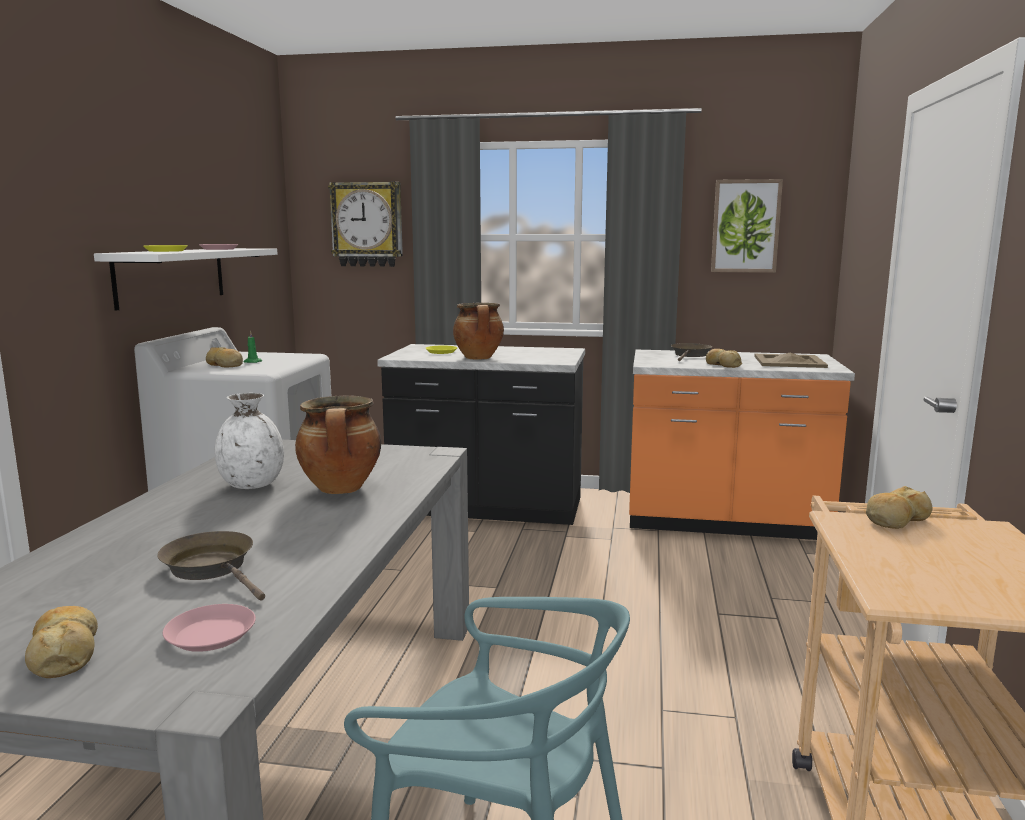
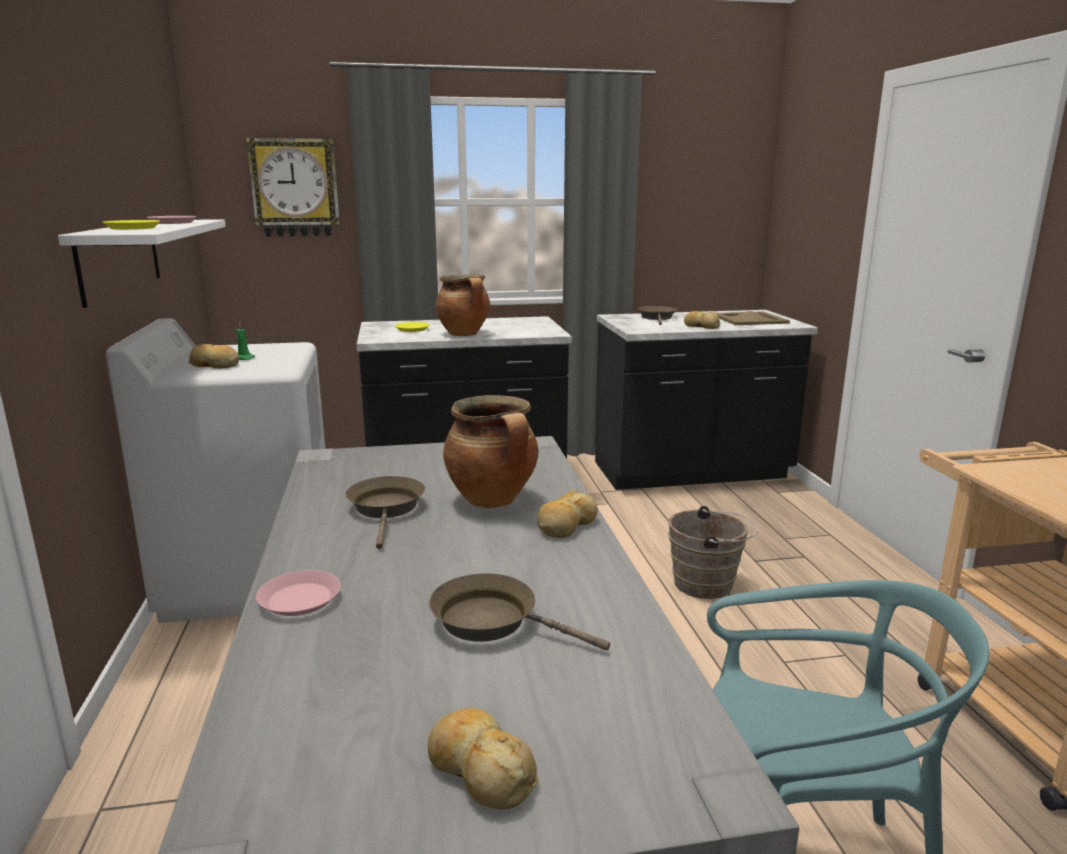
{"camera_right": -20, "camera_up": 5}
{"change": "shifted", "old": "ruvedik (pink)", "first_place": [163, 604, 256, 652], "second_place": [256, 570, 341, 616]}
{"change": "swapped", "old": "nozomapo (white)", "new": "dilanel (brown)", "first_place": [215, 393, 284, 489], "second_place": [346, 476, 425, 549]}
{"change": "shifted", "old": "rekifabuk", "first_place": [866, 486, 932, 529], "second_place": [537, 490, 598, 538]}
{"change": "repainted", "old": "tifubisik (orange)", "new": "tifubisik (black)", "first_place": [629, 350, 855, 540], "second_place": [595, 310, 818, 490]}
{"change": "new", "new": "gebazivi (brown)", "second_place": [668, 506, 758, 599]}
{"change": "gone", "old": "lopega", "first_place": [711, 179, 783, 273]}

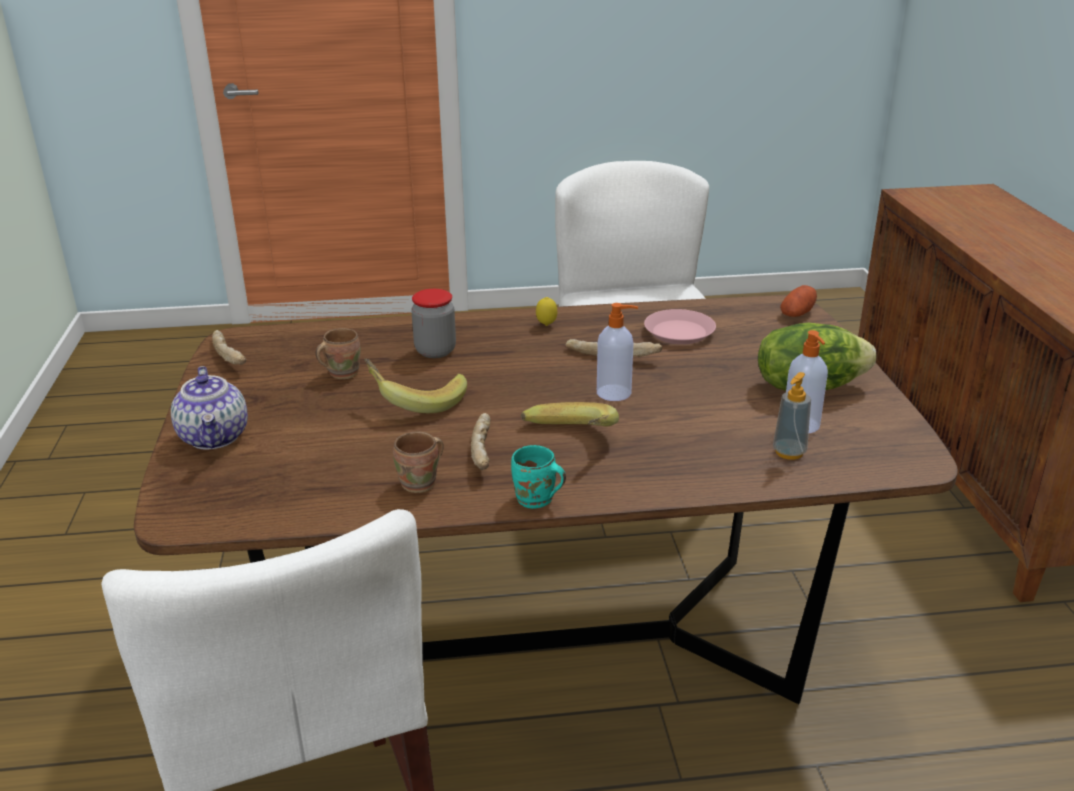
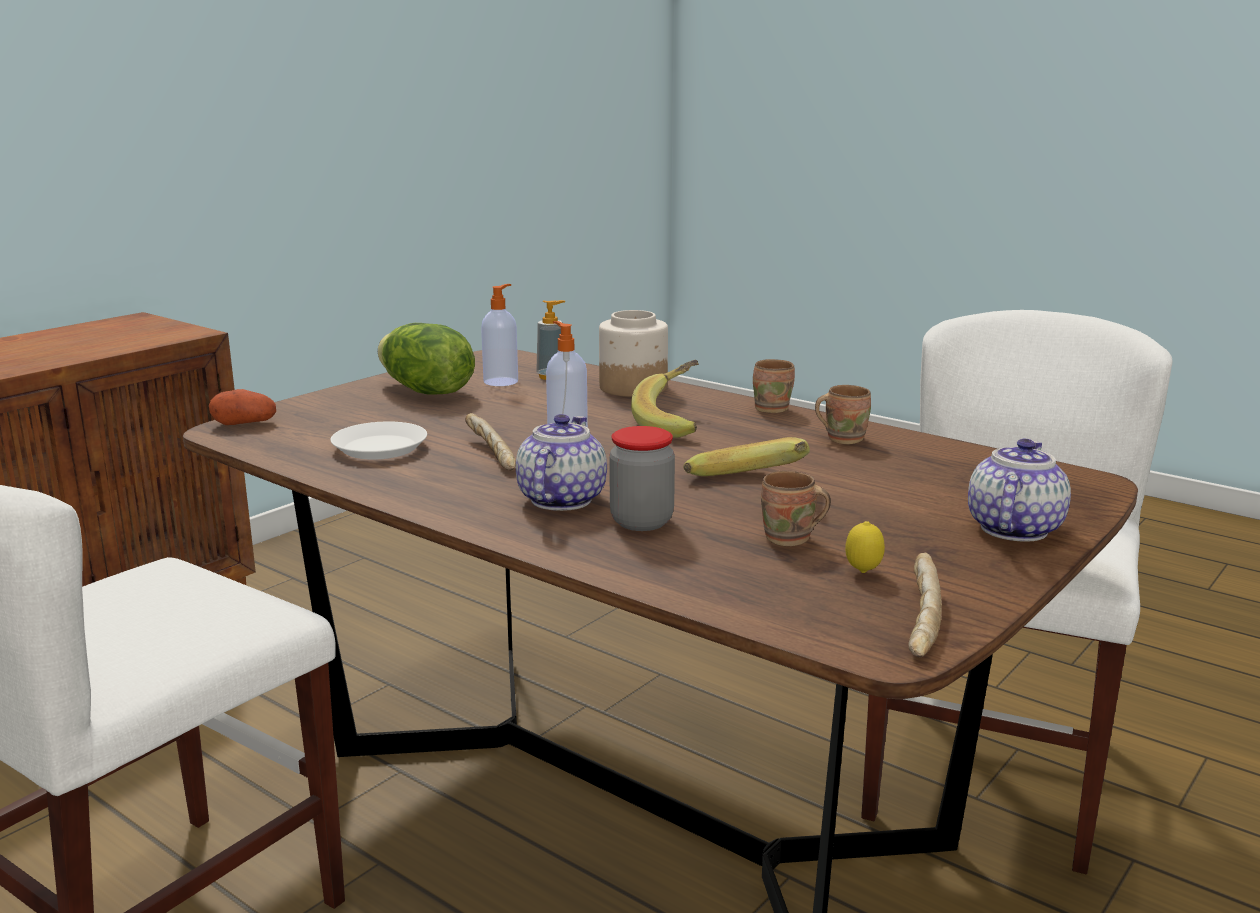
{"camera_right": -135, "camera_up": -10}
{"change": "repainted", "old": "ruvedik (pink)", "new": "ruvedik (white)", "first_place": [644, 309, 716, 344], "second_place": [330, 422, 427, 460]}
{"change": "new", "new": "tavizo", "second_place": [516, 414, 607, 511]}
{"change": "new", "new": "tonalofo", "second_place": [599, 310, 668, 397]}
{"change": "repainted", "old": "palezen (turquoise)", "new": "palezen (brown)", "first_place": [511, 445, 566, 509], "second_place": [753, 359, 795, 413]}
{"change": "shifted", "old": "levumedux", "first_place": [536, 297, 557, 326], "second_place": [845, 521, 885, 573]}
{"change": "gone", "old": "rekifabuk", "first_place": [471, 413, 491, 470]}

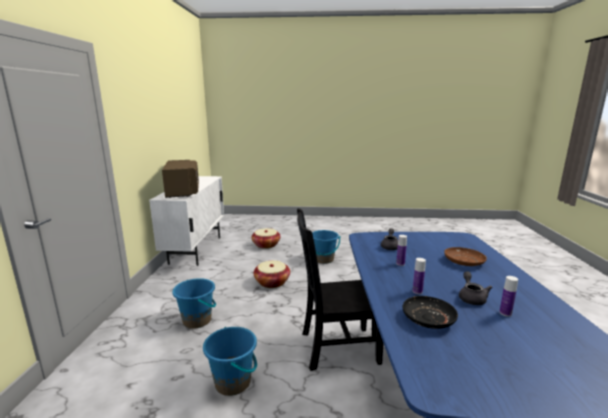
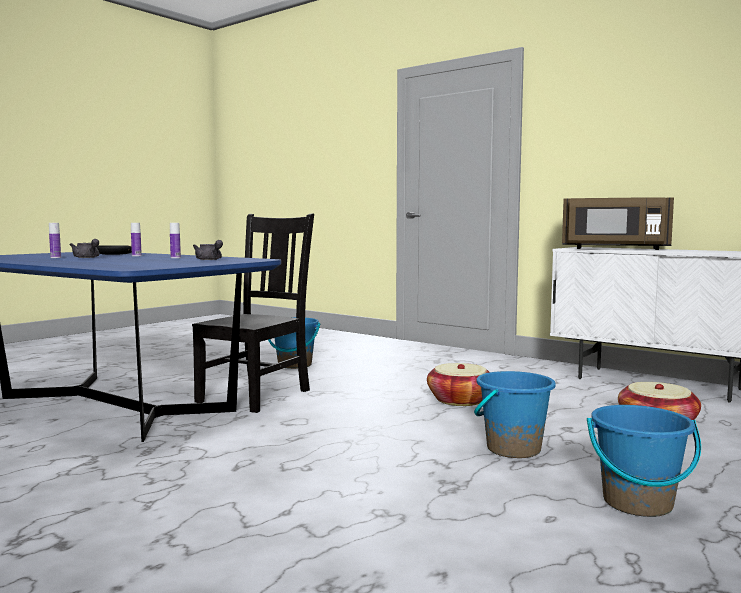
{"camera_right": 125, "camera_up": -10}
{"change": "shifted", "old": "gebazivi (blue)", "first_place": [172, 278, 216, 329], "second_place": [587, 405, 701, 517]}
{"change": "gone", "old": "ruvedik (brown)", "first_place": [444, 247, 487, 266]}

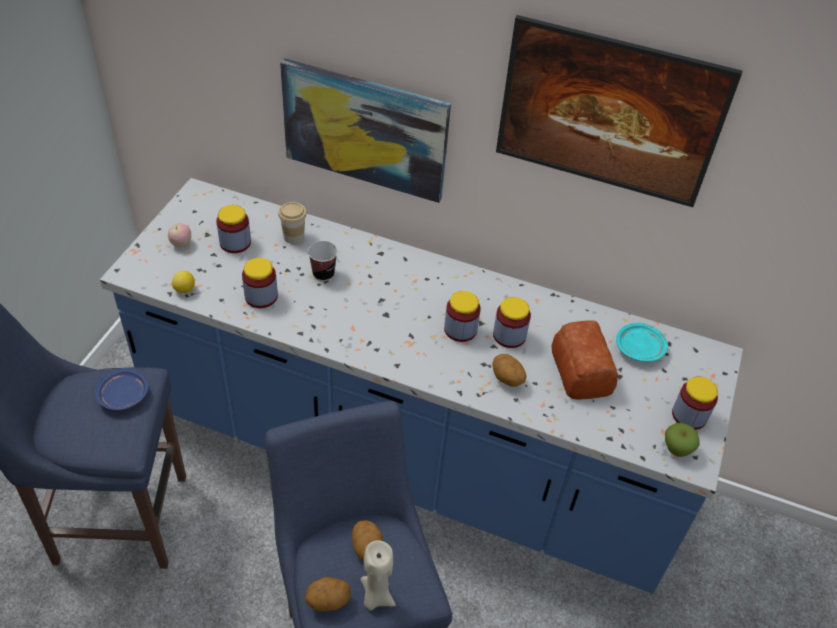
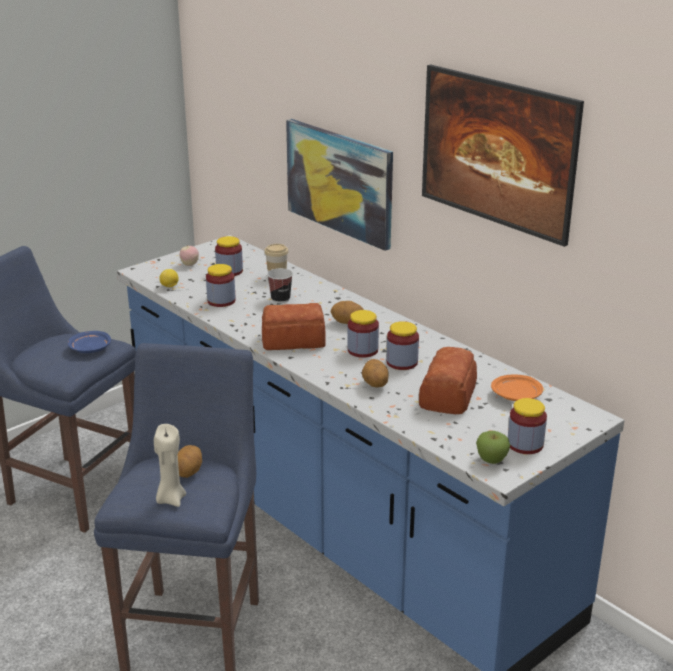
{"camera_right": 30, "camera_up": -20}
{"change": "new", "new": "rekifabuk", "second_place": [262, 303, 326, 350]}
{"change": "shifted", "old": "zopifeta", "first_place": [305, 577, 351, 611], "second_place": [331, 301, 364, 324]}
{"change": "repainted", "old": "ruvedik (turquoise)", "new": "ruvedik (orange)", "first_place": [616, 323, 668, 362], "second_place": [491, 374, 543, 401]}

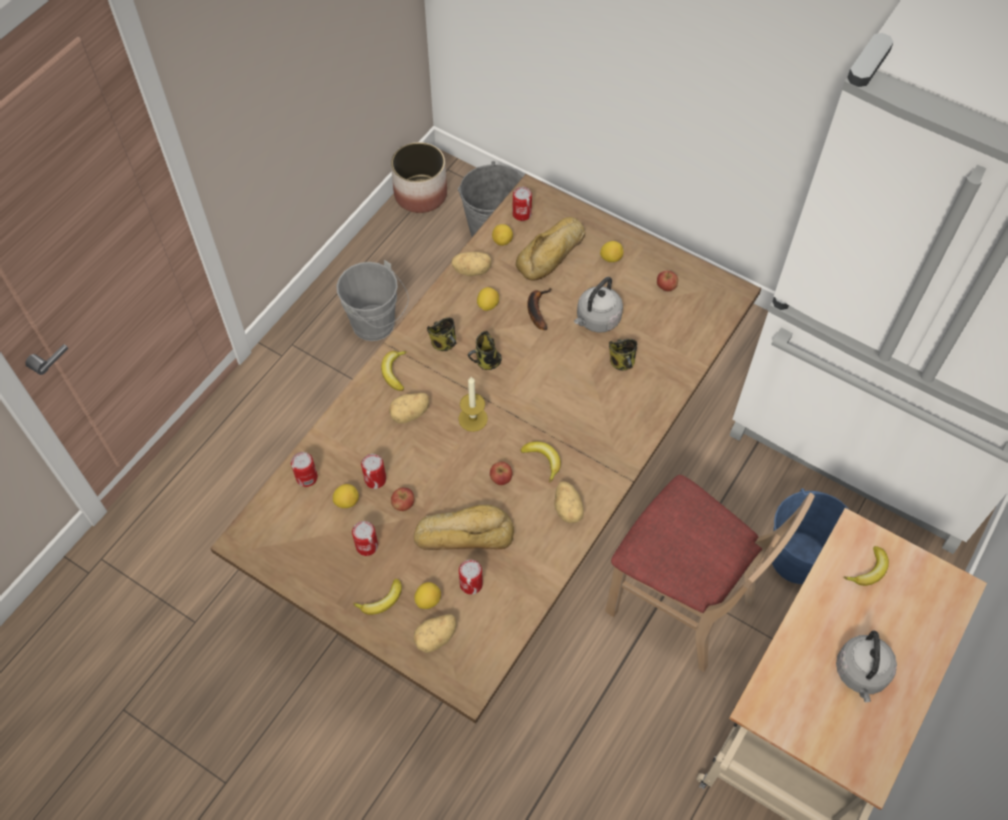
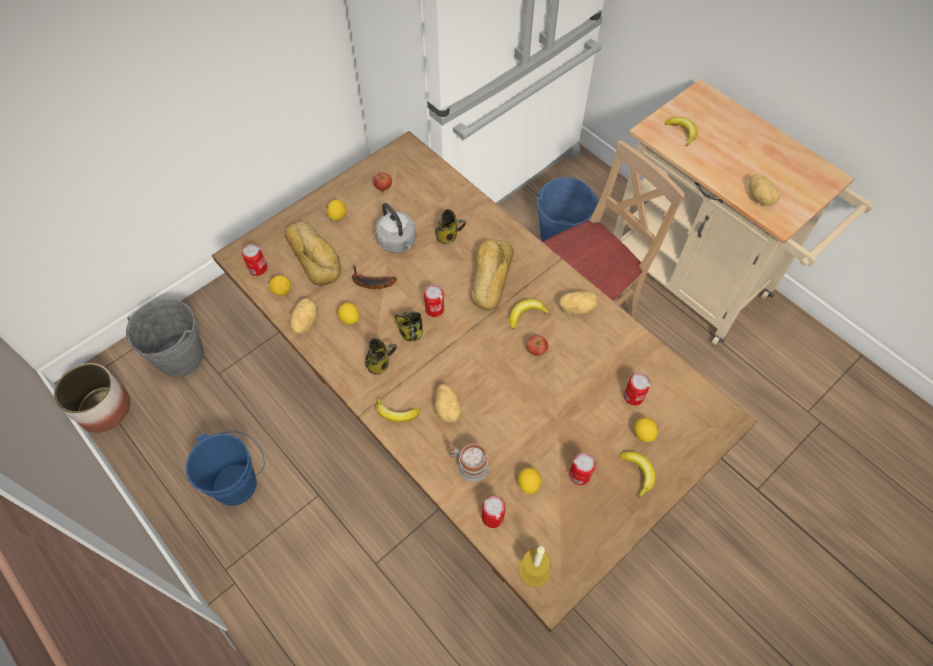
{"camera_right": -75, "camera_up": 0}
{"change": "repainted", "old": "gebazivi (grey)", "new": "gebazivi (blue)", "first_place": [336, 260, 409, 341], "second_place": [186, 431, 265, 506]}
{"change": "shifted", "old": "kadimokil", "first_place": [361, 454, 386, 489], "second_place": [424, 285, 444, 317]}
{"change": "new", "new": "palezen", "second_place": [449, 443, 489, 482]}
{"change": "shifted", "old": "rekifabuk", "first_place": [414, 505, 514, 550], "second_place": [471, 239, 514, 311]}
{"change": "shifted", "old": "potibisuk", "first_place": [458, 377, 488, 432], "second_place": [519, 546, 551, 587]}
{"change": "shifted", "old": "zopifeta", "first_place": [414, 614, 457, 653], "second_place": [749, 174, 780, 206]}
{"change": "gone", "old": "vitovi", "first_place": [391, 488, 414, 511]}
{"change": "gone", "old": "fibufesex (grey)", "first_place": [836, 631, 897, 702]}

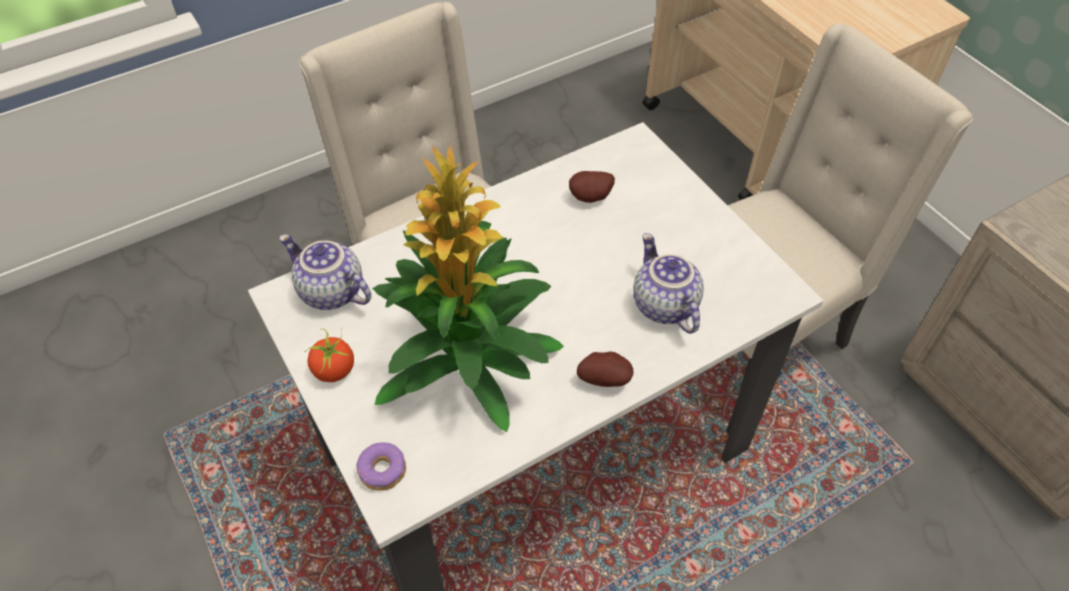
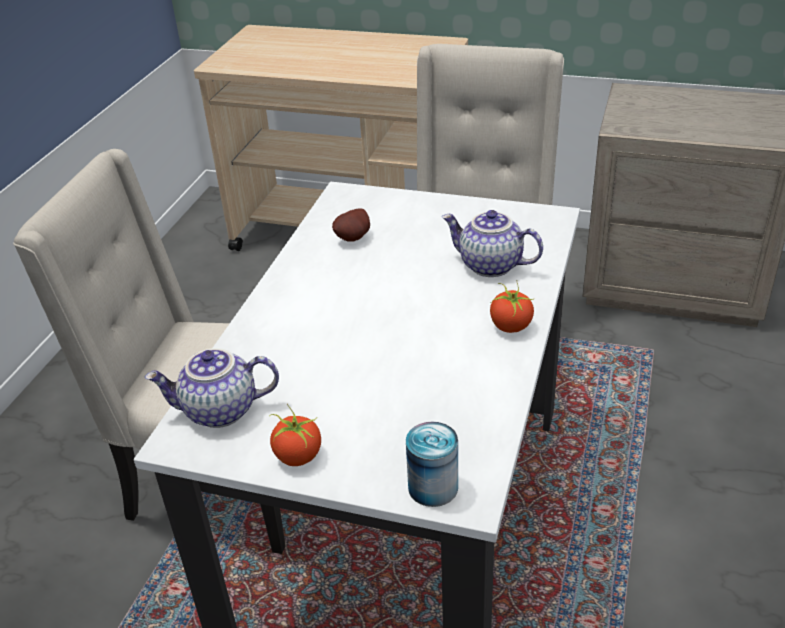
{"camera_right": -40, "camera_up": -15}
{"change": "swapped", "old": "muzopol", "new": "kadimokil", "first_place": [357, 442, 406, 491], "second_place": [406, 421, 458, 507]}
{"change": "swapped", "old": "zopifeta", "new": "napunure", "first_place": [577, 352, 634, 387], "second_place": [490, 283, 535, 333]}
{"change": "gone", "old": "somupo", "first_place": [372, 145, 564, 432]}

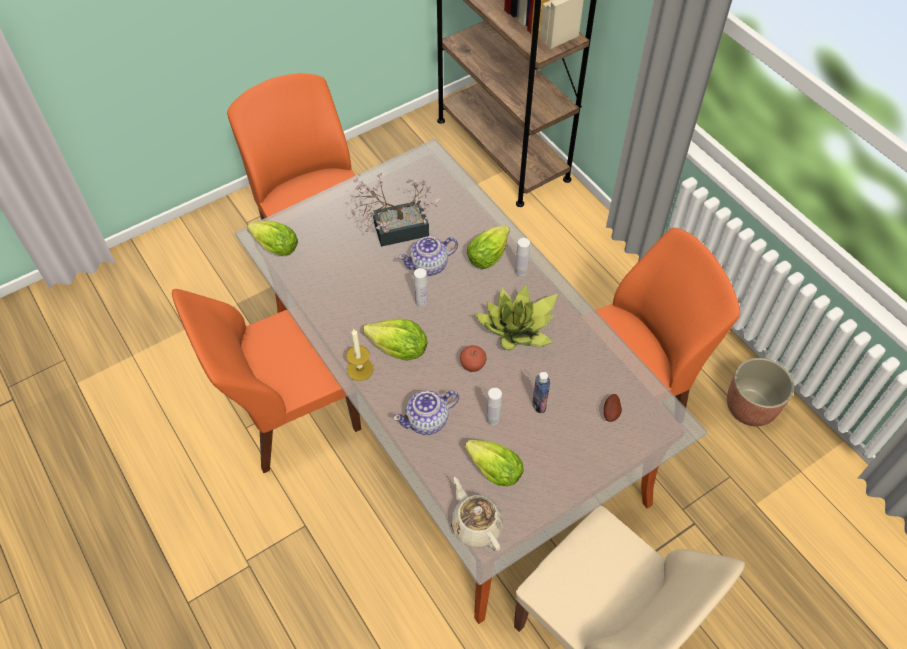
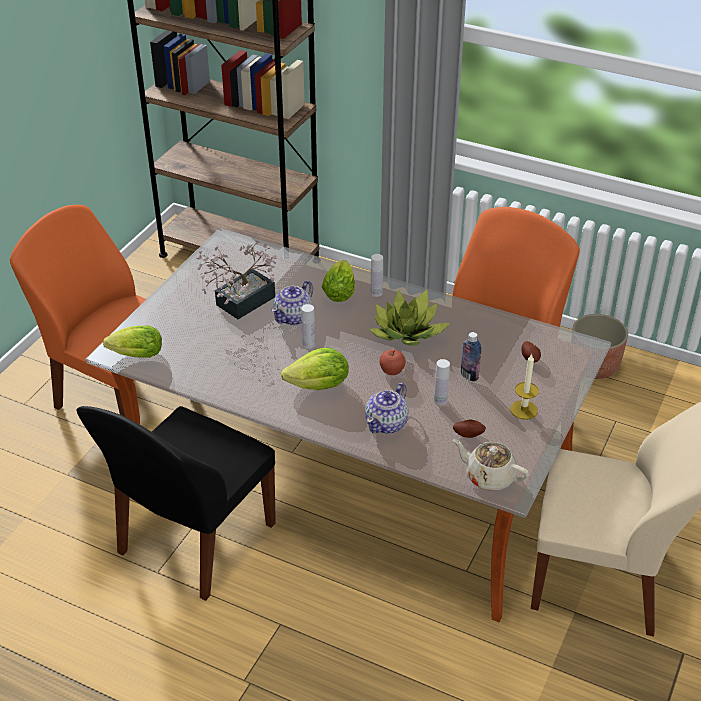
{"camera_right": -30, "camera_up": -15}
{"change": "repainted", "old": "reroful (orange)", "new": "reroful (black)", "first_place": [172, 289, 361, 473], "second_place": [77, 406, 276, 601]}
{"change": "swapped", "old": "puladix", "new": "zopifeta", "first_place": [464, 440, 523, 486], "second_place": [453, 419, 486, 438]}
{"change": "shifted", "old": "potibisuk", "first_place": [346, 328, 374, 381], "second_place": [510, 354, 539, 420]}

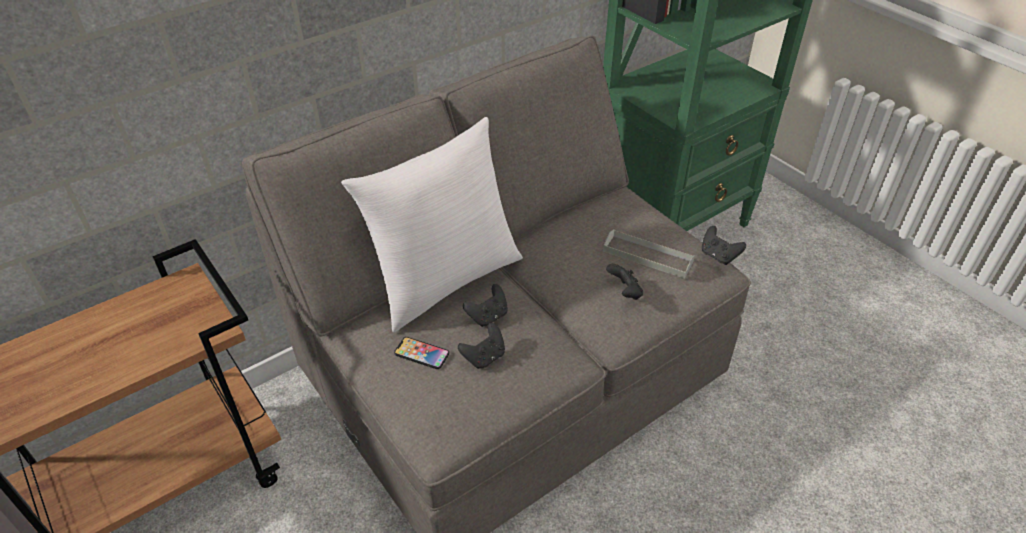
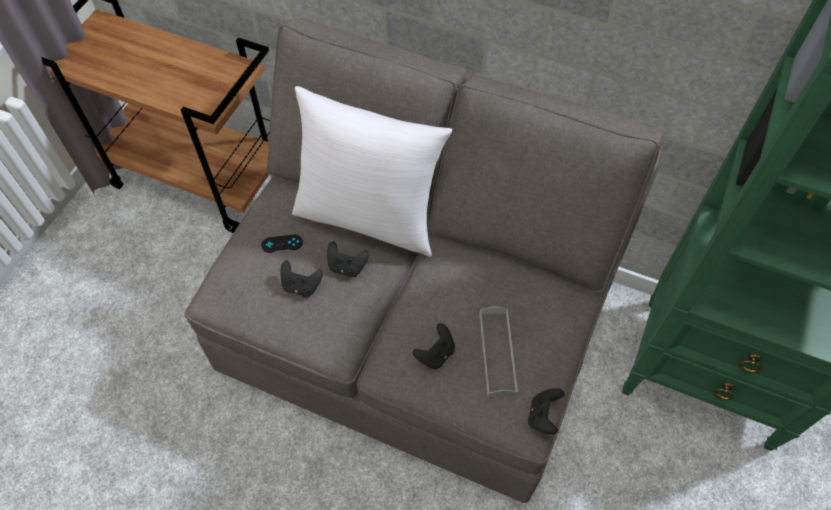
{"camera_right": 60, "camera_up": 15}
{"change": "swapped", "old": "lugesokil", "new": "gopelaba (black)", "first_place": [394, 337, 449, 369], "second_place": [261, 235, 303, 253]}

